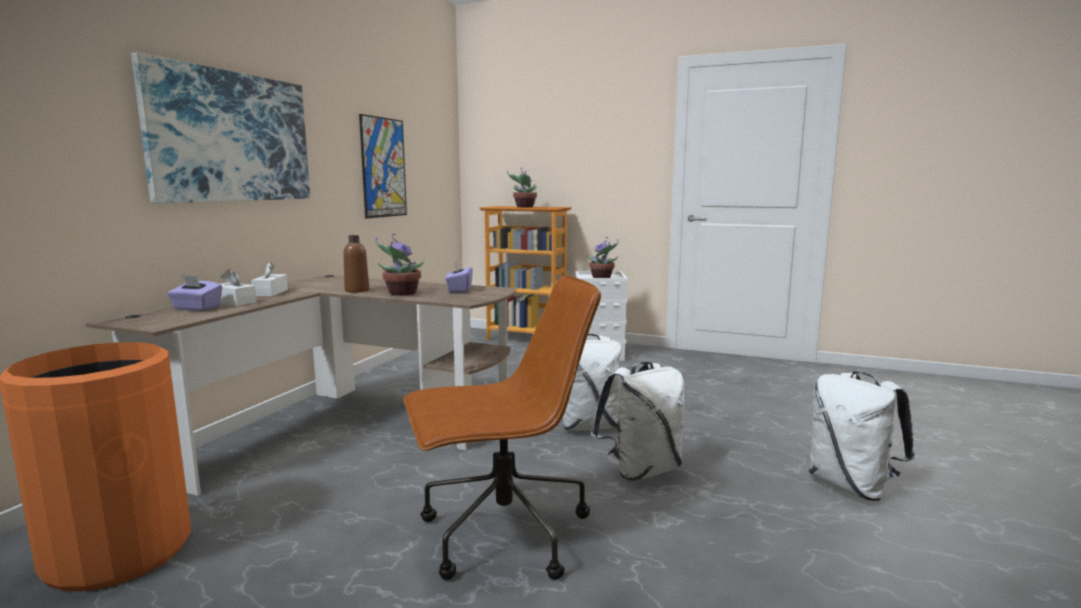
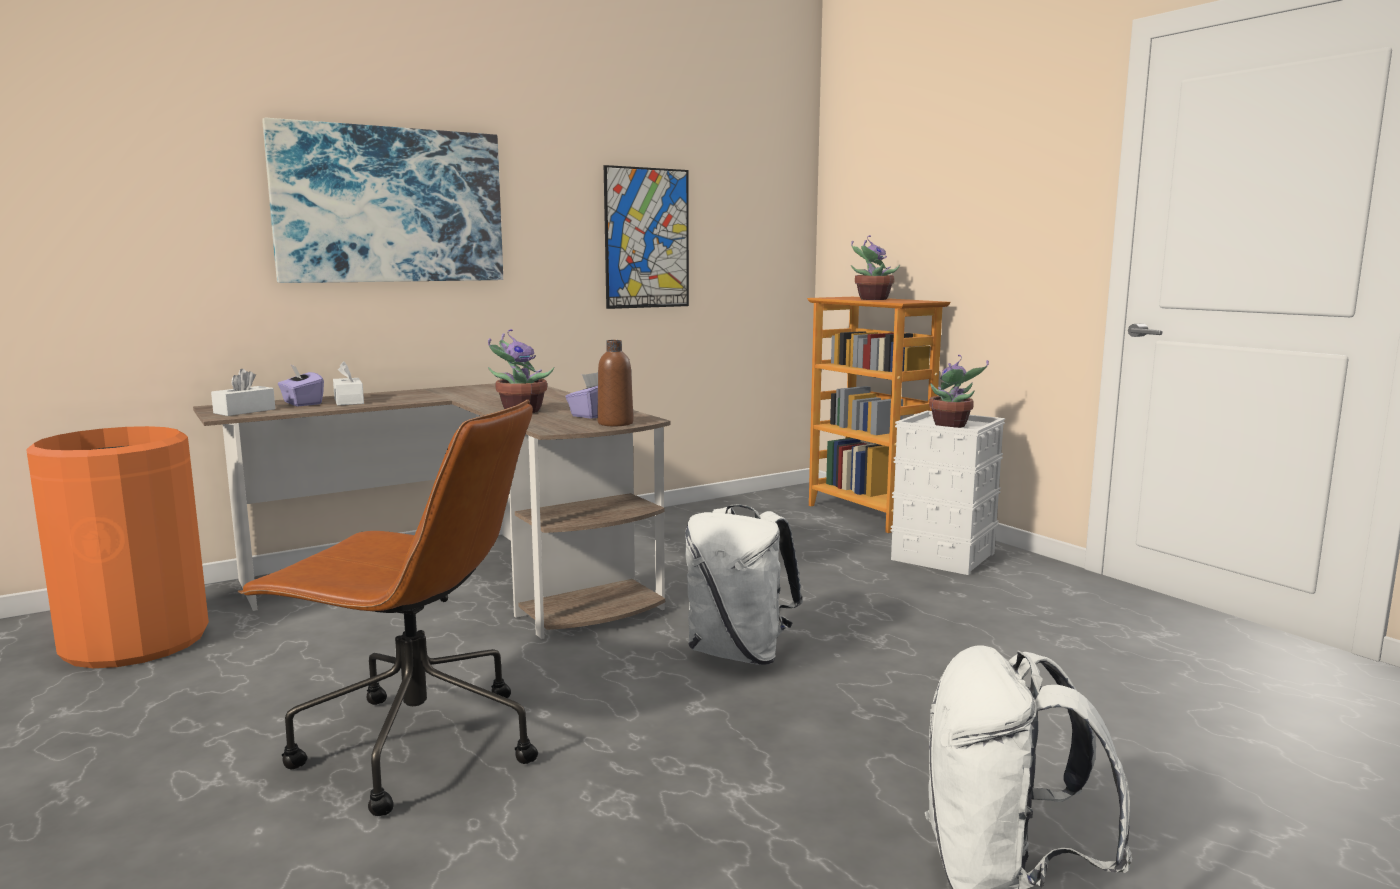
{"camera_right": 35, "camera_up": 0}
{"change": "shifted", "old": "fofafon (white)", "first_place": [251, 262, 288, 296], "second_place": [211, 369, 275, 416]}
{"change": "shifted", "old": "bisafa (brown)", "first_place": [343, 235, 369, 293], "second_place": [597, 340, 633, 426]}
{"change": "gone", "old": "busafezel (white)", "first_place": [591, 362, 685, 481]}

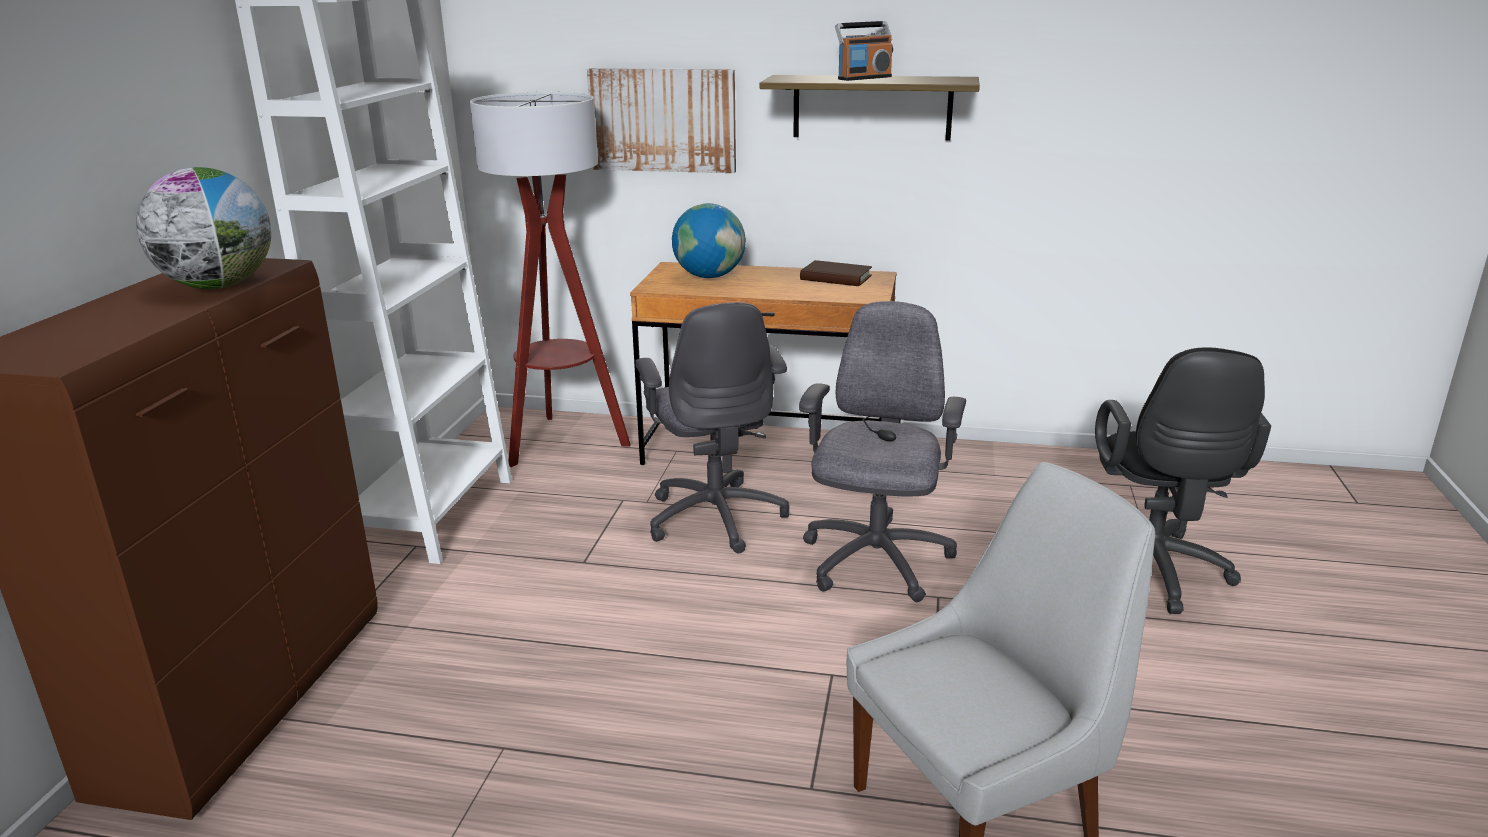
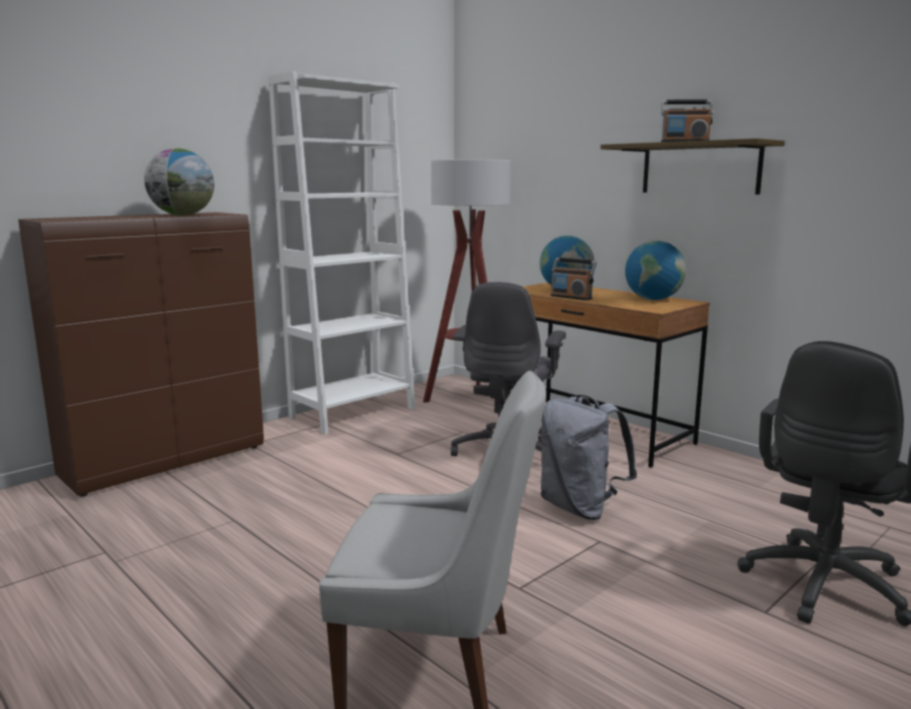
{"camera_right": 35, "camera_up": -10}
{"change": "swapped", "old": "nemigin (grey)", "new": "busafezel (grey)", "first_place": [799, 301, 966, 602], "second_place": [541, 395, 637, 520]}
{"change": "new", "new": "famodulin", "second_place": [551, 258, 597, 300]}
{"change": "swapped", "old": "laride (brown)", "new": "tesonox", "first_place": [800, 260, 872, 286], "second_place": [625, 241, 686, 300]}
{"change": "gone", "old": "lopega", "first_place": [587, 68, 736, 173]}

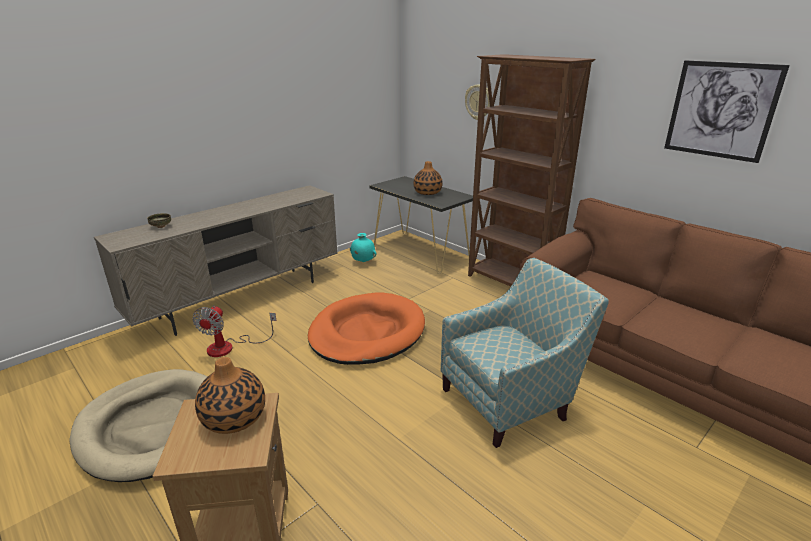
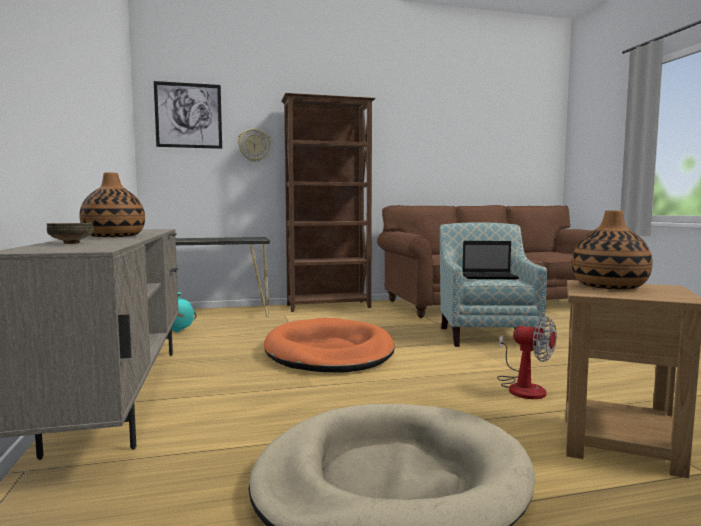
{"camera_right": -60, "camera_up": -20}
{"change": "shifted", "old": "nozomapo", "first_place": [414, 161, 443, 195], "second_place": [79, 172, 145, 237]}
{"change": "shifted", "old": "lopega", "first_place": [664, 60, 790, 163], "second_place": [154, 81, 222, 149]}
{"change": "new", "new": "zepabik", "second_place": [462, 241, 519, 279]}
{"change": "shifted", "old": "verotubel", "first_place": [192, 305, 276, 357], "second_place": [497, 316, 557, 399]}

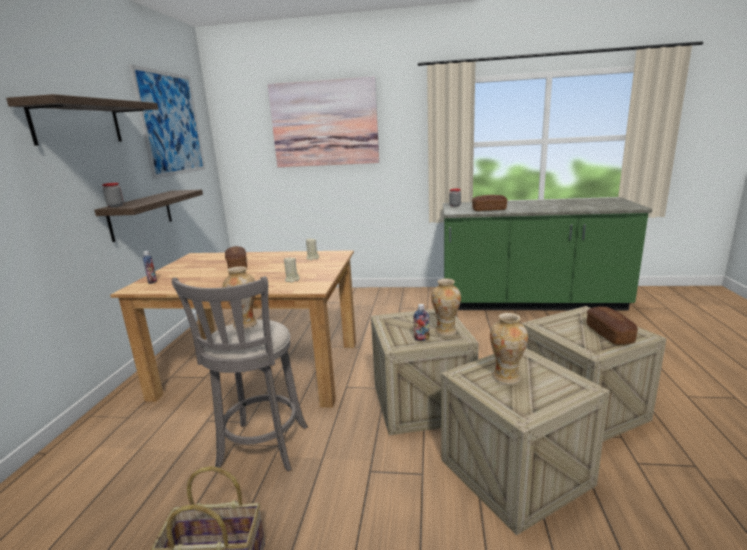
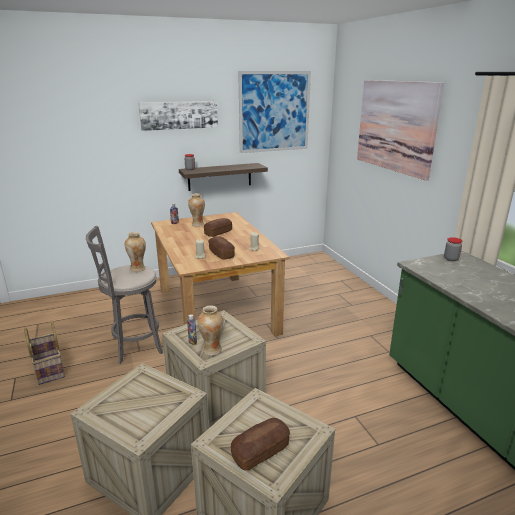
{"camera_right": 60, "camera_up": 5}
{"change": "swapped", "old": "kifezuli", "new": "lopega", "first_place": [6, 94, 158, 146], "second_place": [139, 101, 218, 131]}
{"change": "shifted", "old": "nozomapo", "first_place": [490, 313, 528, 385], "second_place": [188, 193, 205, 226]}
{"change": "shifted", "old": "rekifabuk", "first_place": [472, 195, 507, 211], "second_place": [208, 237, 235, 260]}

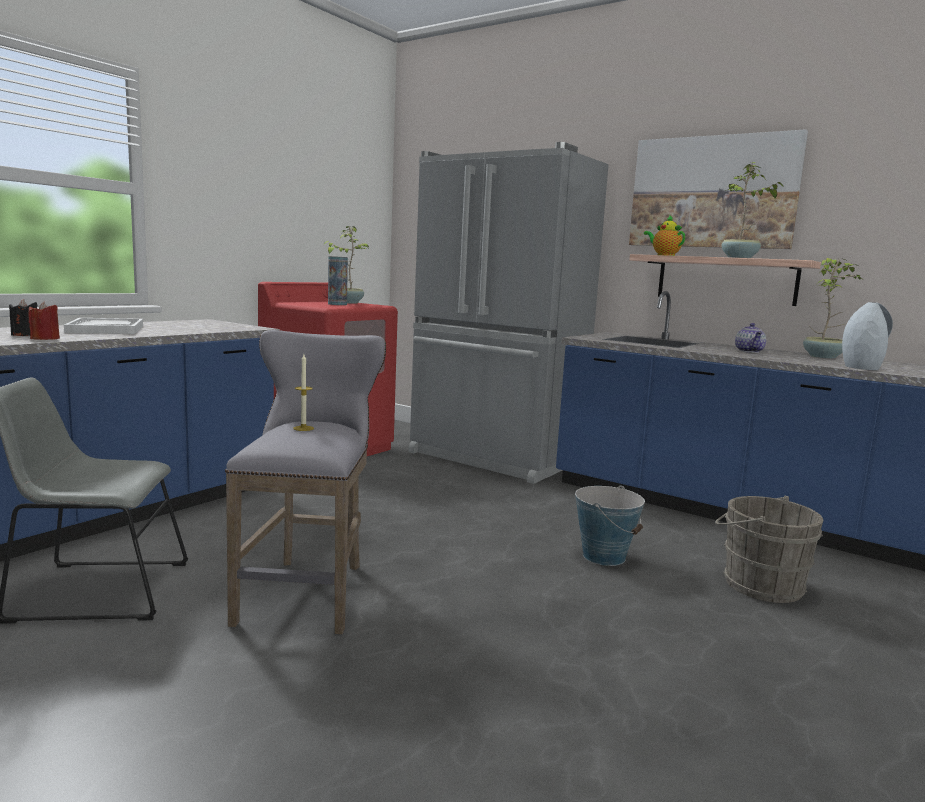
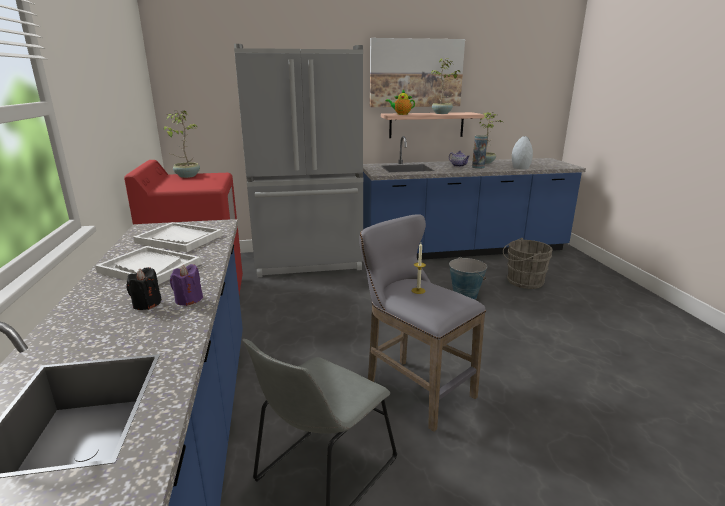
{"camera_right": -45, "camera_up": 10}
{"change": "new", "new": "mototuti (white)", "second_place": [133, 222, 223, 252]}
{"change": "repainted", "old": "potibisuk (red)", "new": "potibisuk (purple)", "first_place": [28, 302, 60, 340], "second_place": [170, 264, 203, 306]}
{"change": "shifted", "old": "nozomapo", "first_place": [328, 256, 348, 305], "second_place": [472, 135, 488, 169]}

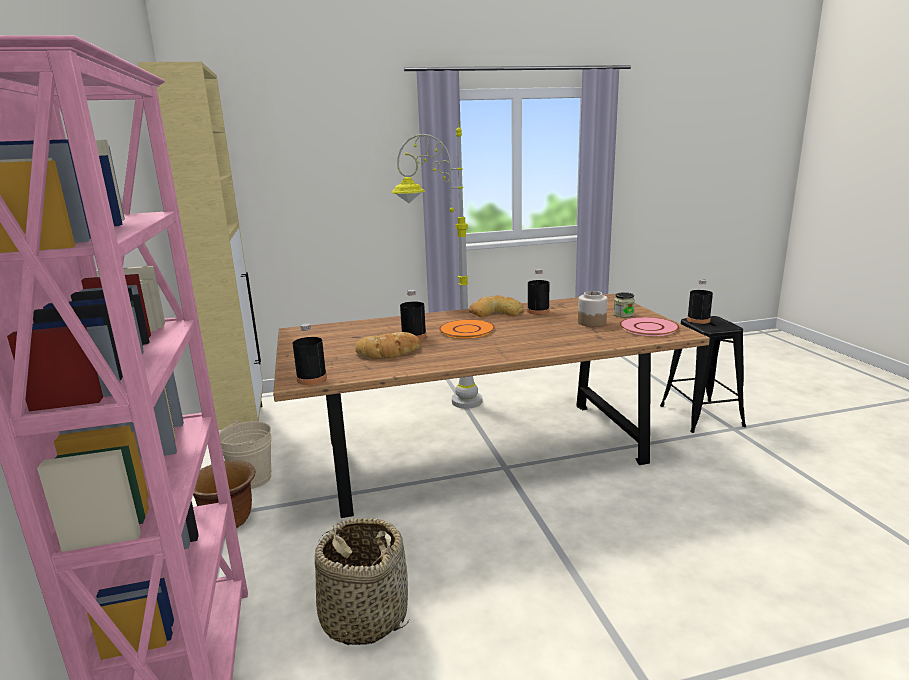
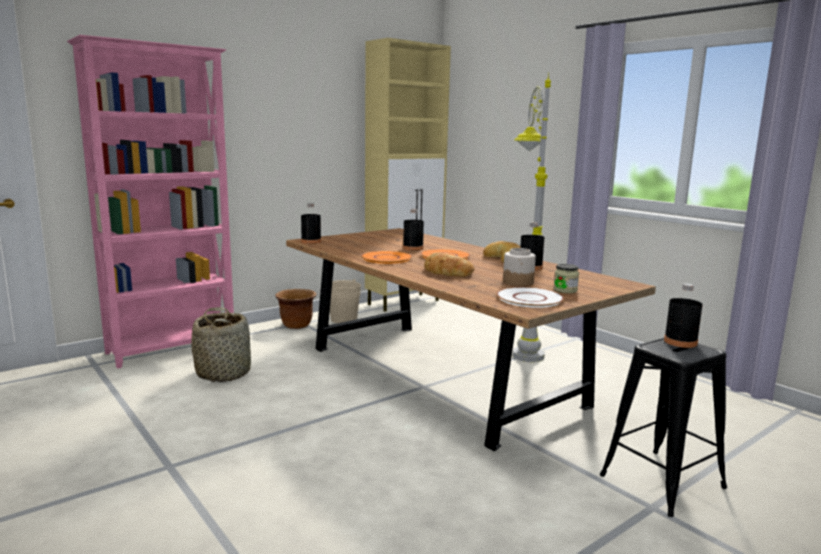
{"camera_right": 65, "camera_up": -5}
{"change": "new", "new": "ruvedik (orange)", "second_place": [361, 251, 413, 264]}
{"change": "shifted", "old": "rekifabuk", "first_place": [355, 332, 421, 359], "second_place": [424, 252, 474, 277]}
{"change": "repainted", "old": "ruvedik (pink)", "new": "ruvedik (white)", "first_place": [620, 317, 679, 336], "second_place": [496, 287, 564, 308]}

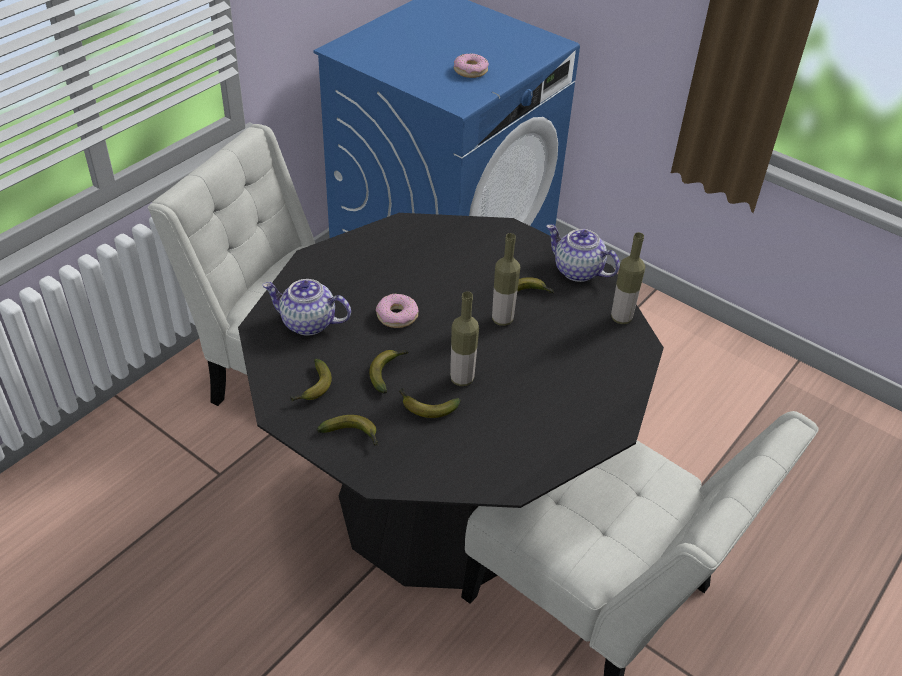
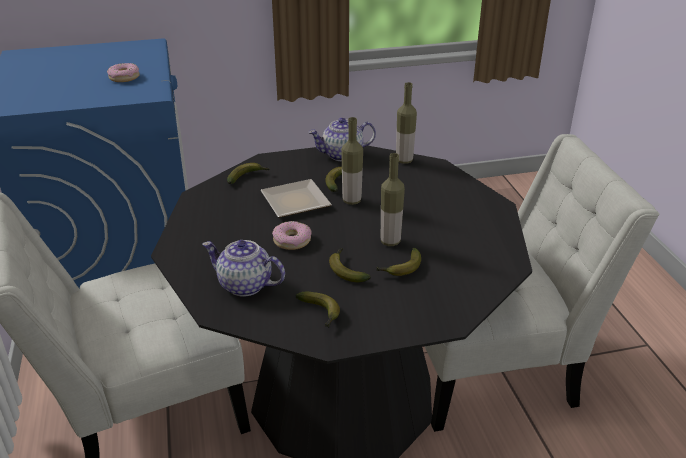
{"camera_right": -50, "camera_up": -10}
{"change": "rotated", "old": "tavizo", "first_place": [262, 279, 351, 336], "second_place": [202, 240, 285, 297], "degrees": 60}
{"change": "shifted", "old": "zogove", "first_place": [317, 415, 378, 446], "second_place": [227, 163, 270, 184]}
{"change": "new", "new": "ruvedik", "second_place": [261, 179, 332, 218]}

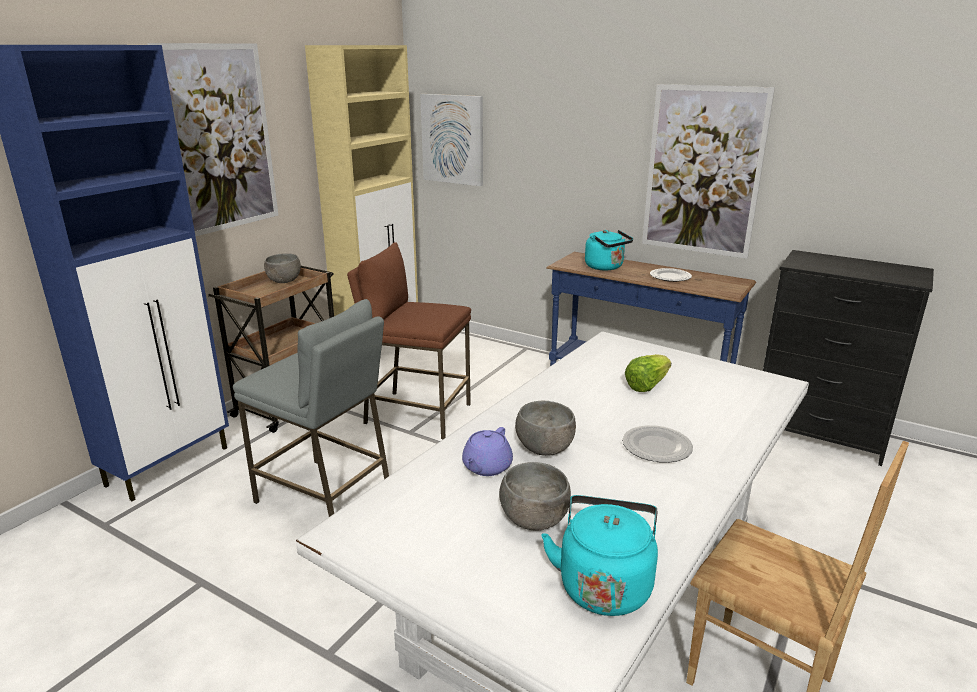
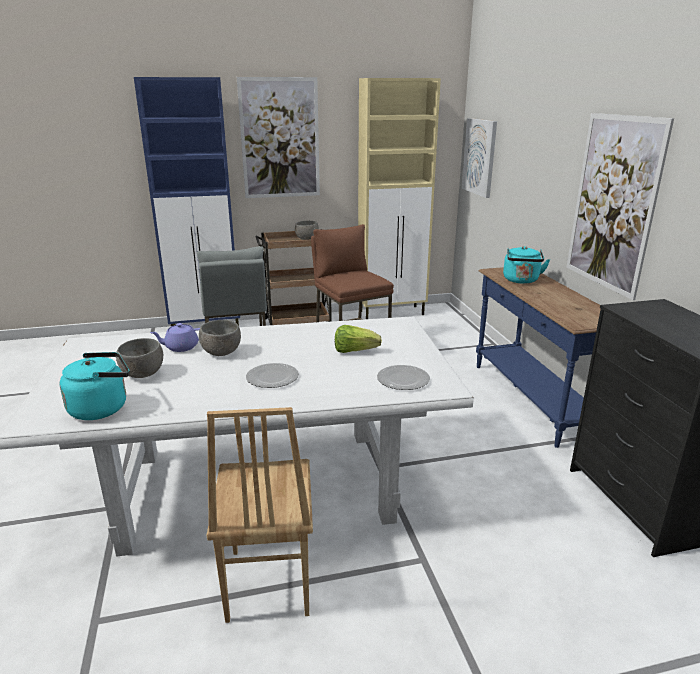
{"camera_right": 45, "camera_up": 0}
{"change": "shifted", "old": "ruvedik", "first_place": [650, 268, 692, 282], "second_place": [377, 365, 430, 390]}

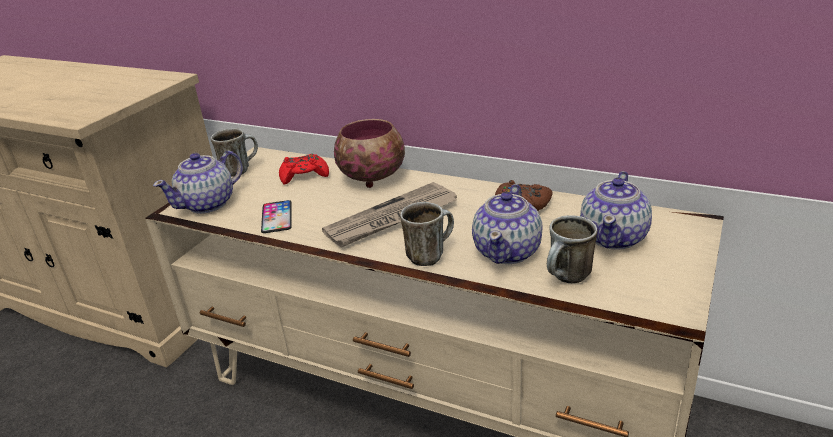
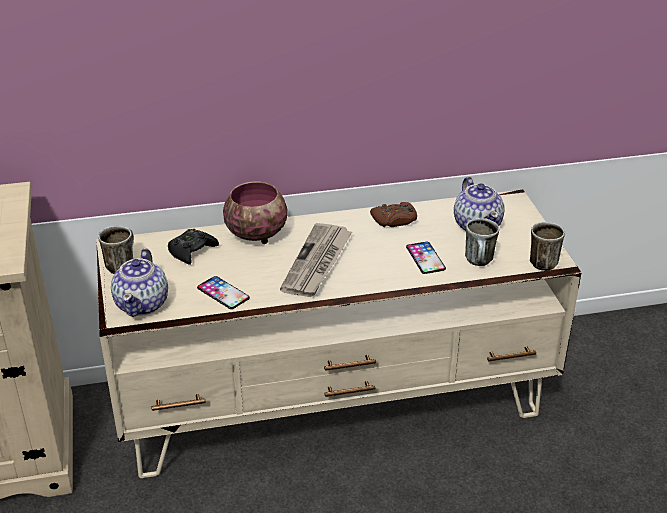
{"camera_right": -40, "camera_up": 5}
{"change": "repainted", "old": "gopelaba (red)", "new": "gopelaba (black)", "first_place": [279, 154, 329, 185], "second_place": [168, 229, 219, 265]}
{"change": "swapped", "old": "tavizo", "new": "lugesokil", "first_place": [472, 184, 543, 264], "second_place": [406, 242, 446, 274]}
{"change": "shifted", "old": "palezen", "first_place": [400, 202, 454, 266], "second_place": [530, 222, 565, 271]}

